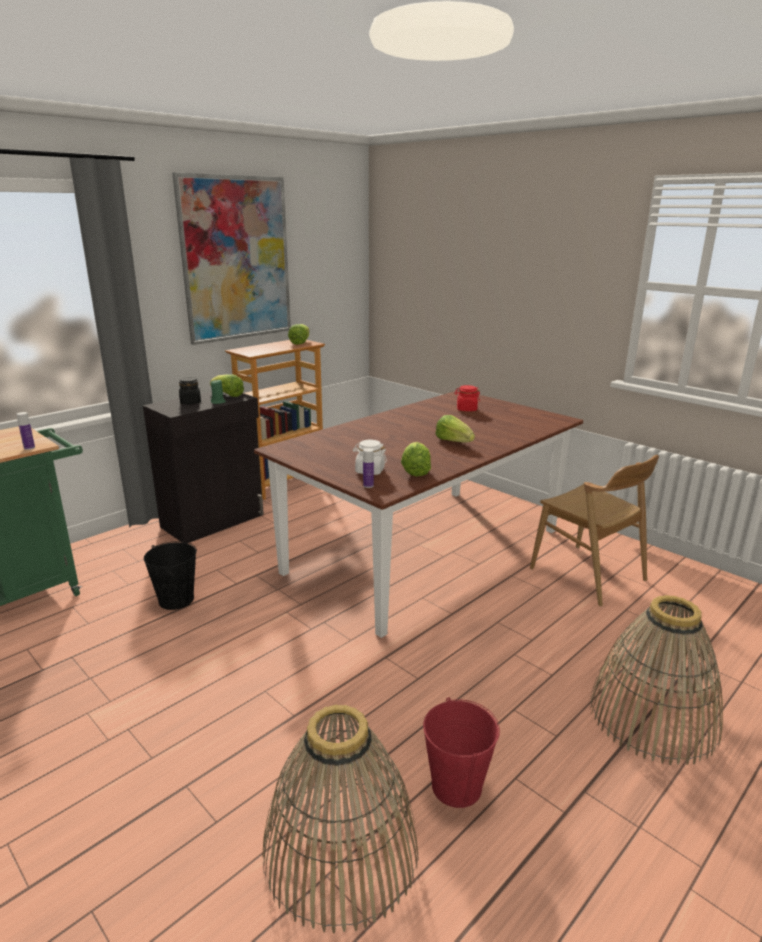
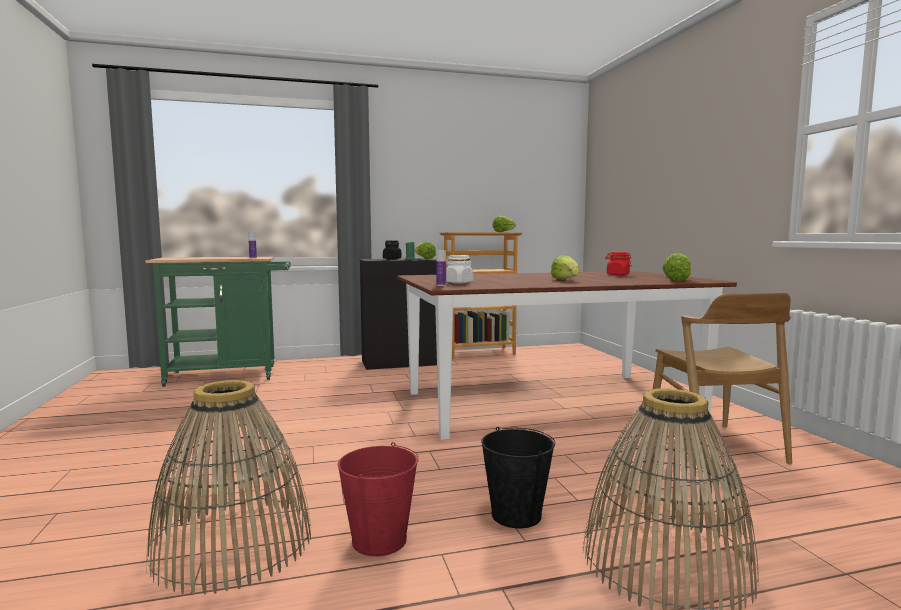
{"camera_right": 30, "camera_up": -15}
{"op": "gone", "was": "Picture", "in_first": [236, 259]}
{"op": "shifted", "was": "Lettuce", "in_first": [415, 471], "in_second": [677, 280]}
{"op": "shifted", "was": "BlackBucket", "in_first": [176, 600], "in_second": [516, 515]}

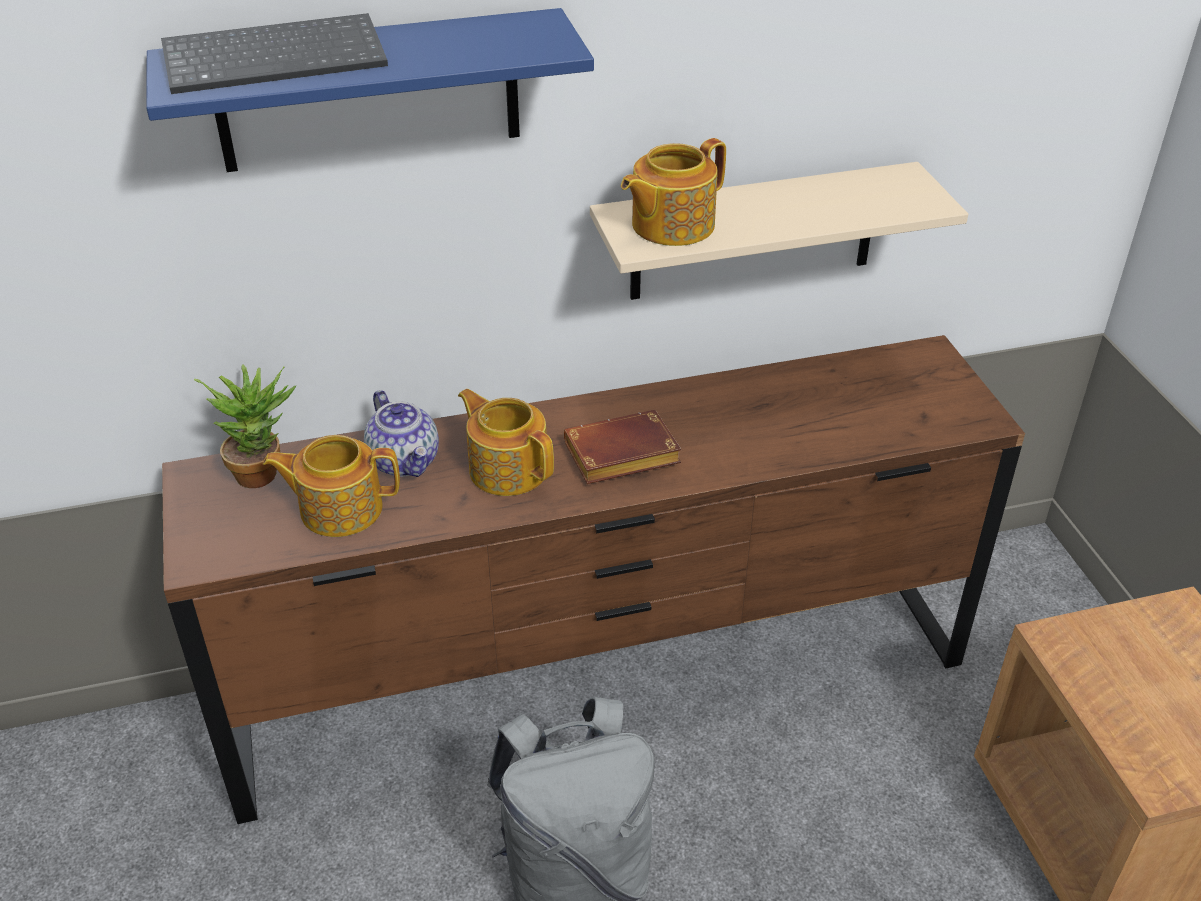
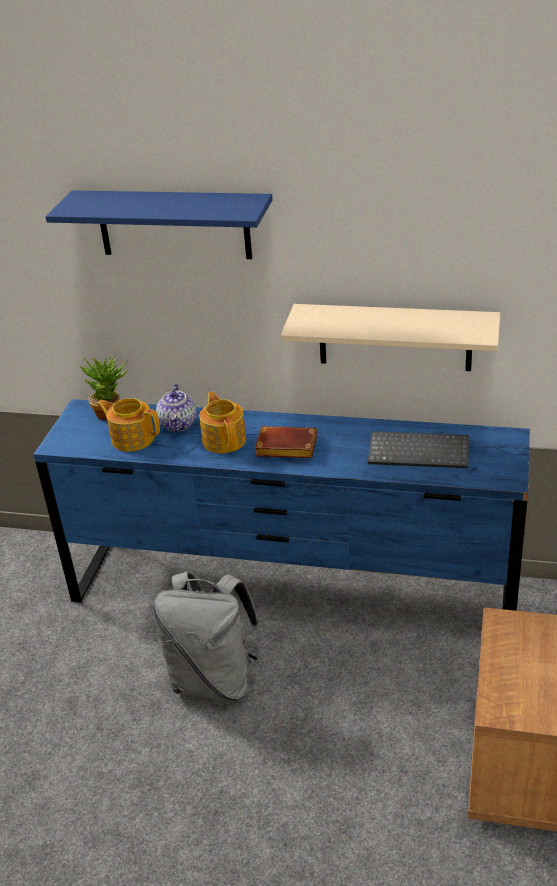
{"camera_right": 30, "camera_up": -5}
{"op": "shifted", "was": "Keyboard", "in_first": [277, 58], "in_second": [420, 451]}
{"op": "gone", "was": "Teapot", "in_first": [670, 225]}
{"op": "repainted", "was": "BrownDresser", "now": "BlueDresser", "in_first": [600, 681], "in_second": [290, 592]}

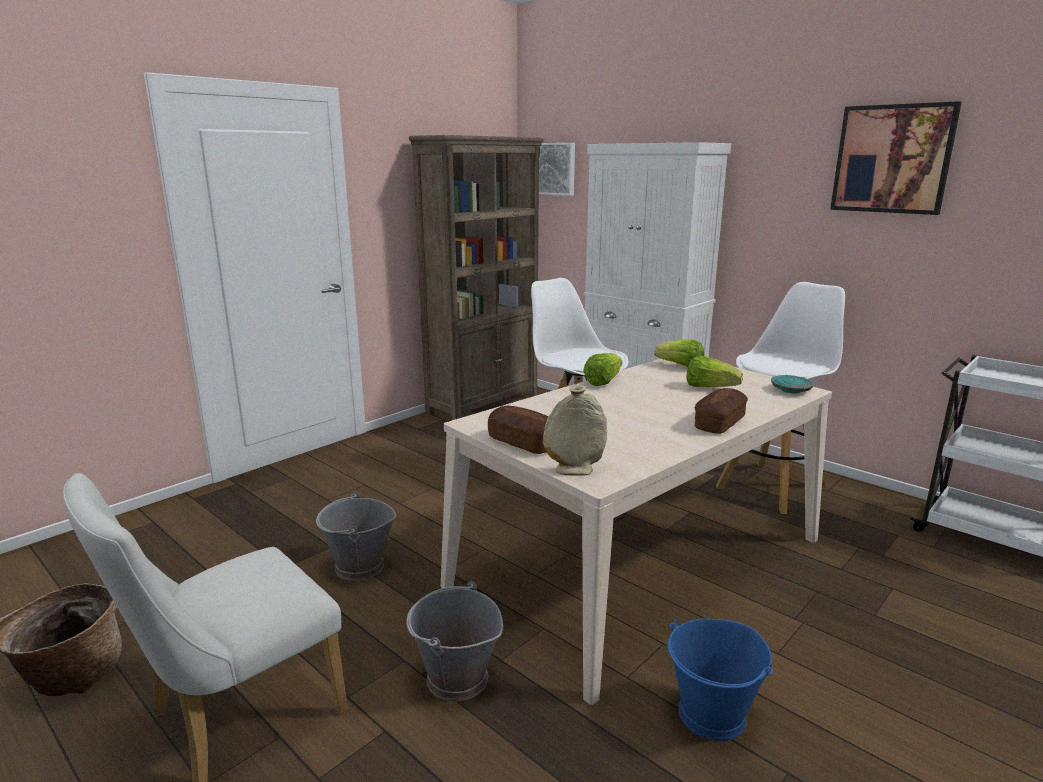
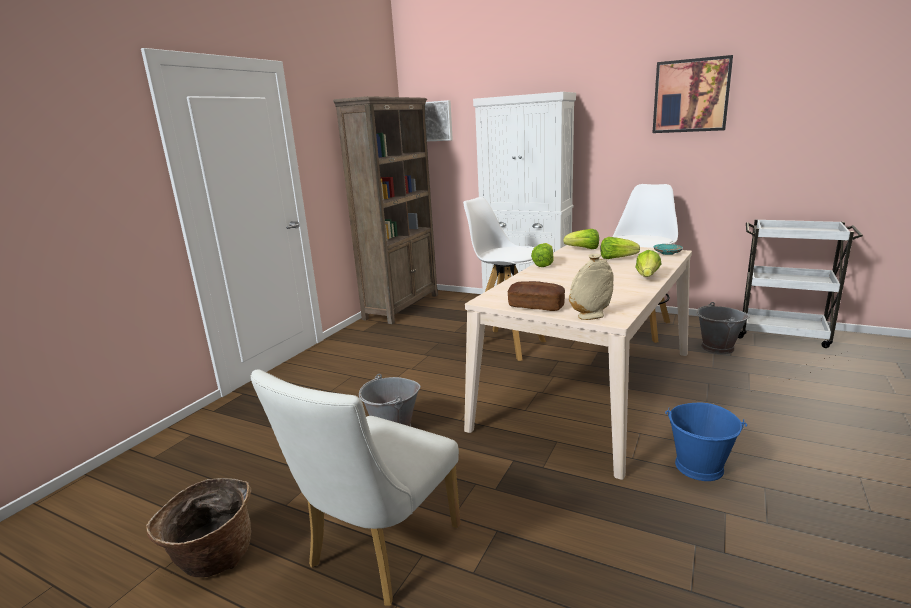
{"camera_right": -15, "camera_up": 0}
{"op": "swapped", "was": "Bread", "now": "Lettuce", "in_first": [719, 423], "in_second": [647, 276]}
{"op": "shifted", "was": "GreyBucket", "in_first": [456, 679], "in_second": [717, 348]}

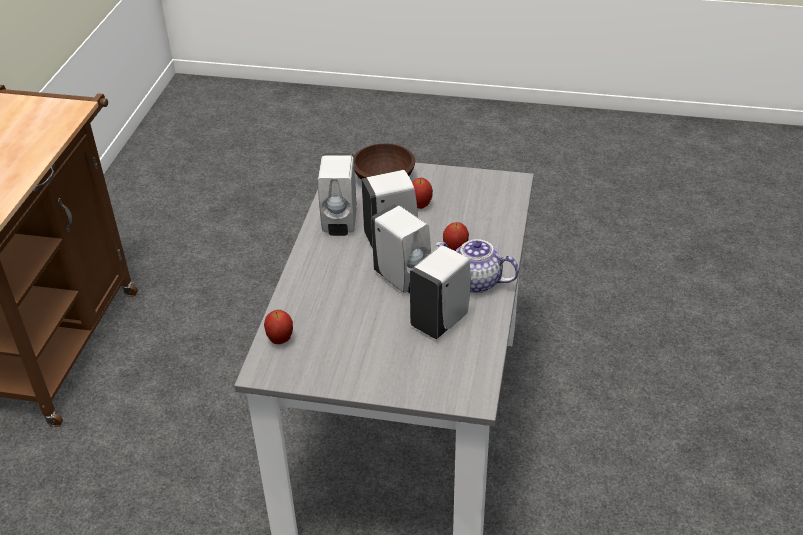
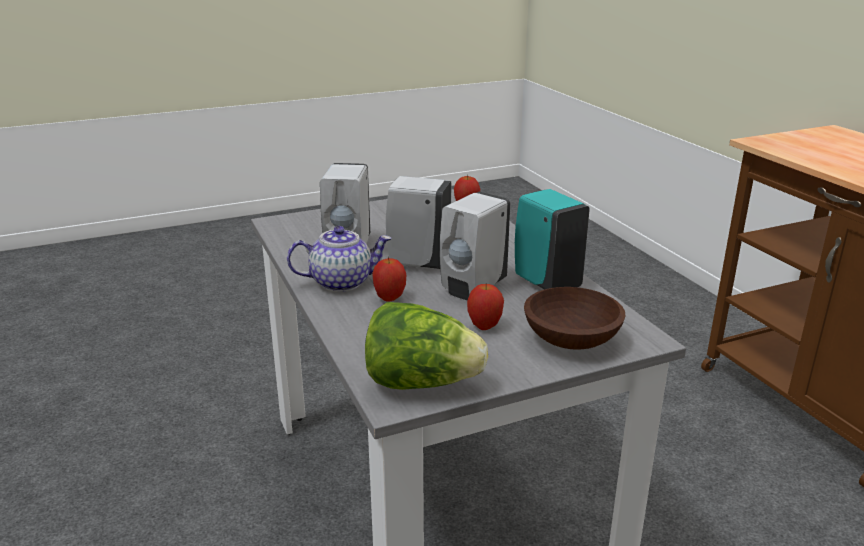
{"camera_right": 145, "camera_up": -15}
{"op": "repainted", "was": "WhiteSoapDispenser", "now": "TurquoiseSoapDispenser", "in_first": [339, 224], "in_second": [545, 282]}
{"op": "new", "now": "Lettuce", "in_second": [421, 383]}

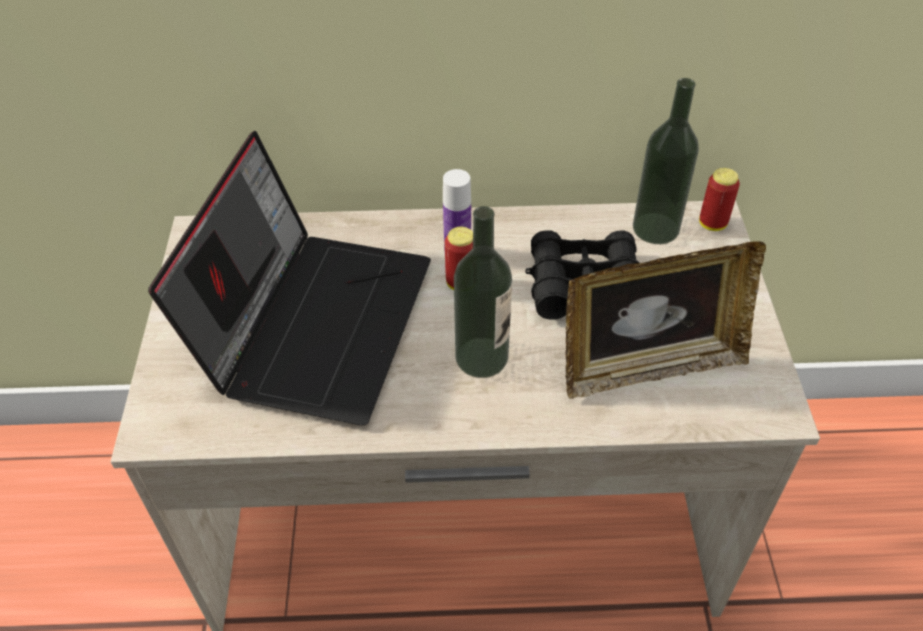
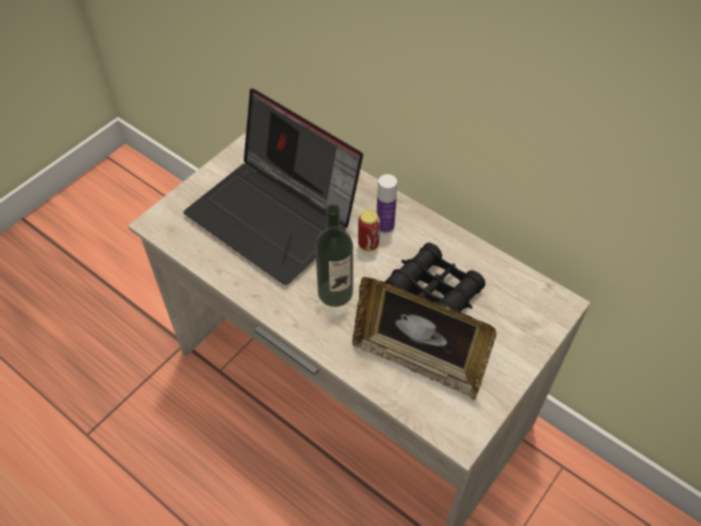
{"camera_right": 40, "camera_up": 5}
{"op": "gone", "was": "Bottle", "in_first": [655, 228]}
{"op": "rotated", "was": "Laptop", "in_first": [315, 321], "in_second": [276, 216], "clockwise": 75}
{"op": "gone", "was": "Can", "in_first": [712, 224]}

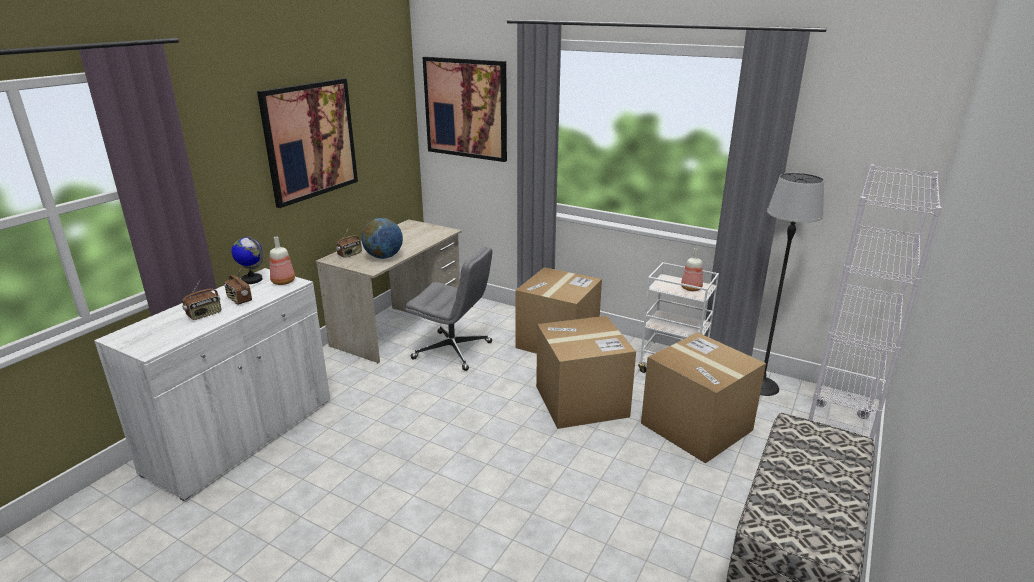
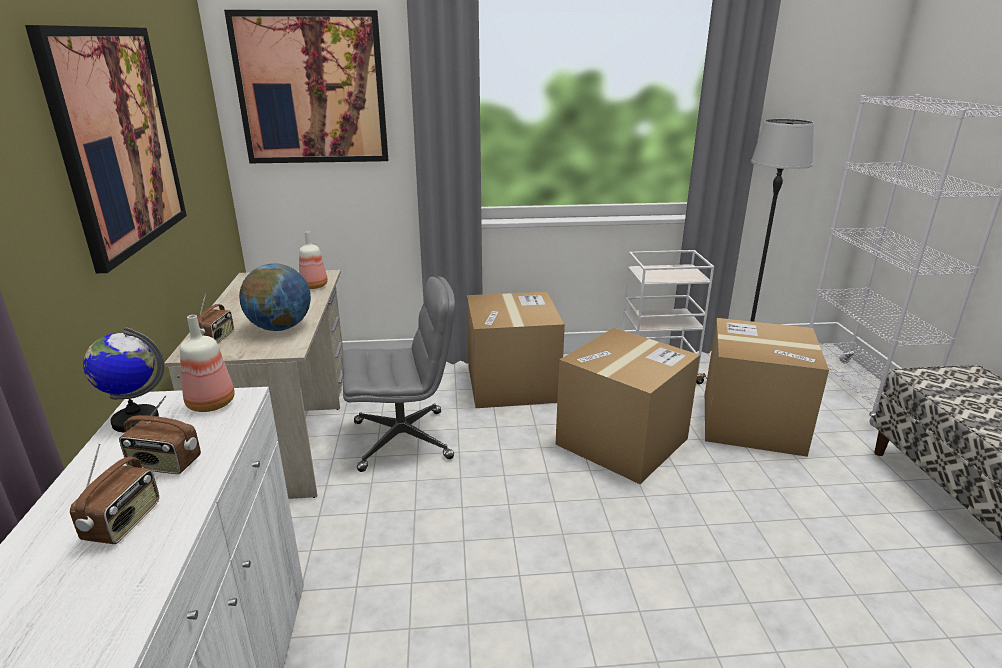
{"camera_right": -35, "camera_up": 0}
{"op": "shifted", "was": "Bottle", "in_first": [690, 288], "in_second": [313, 286]}

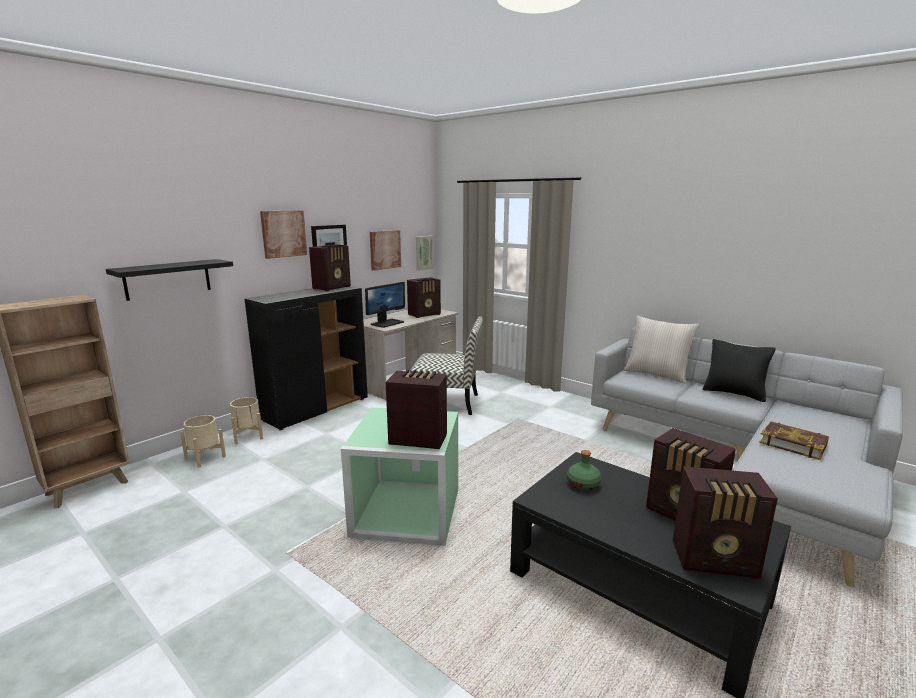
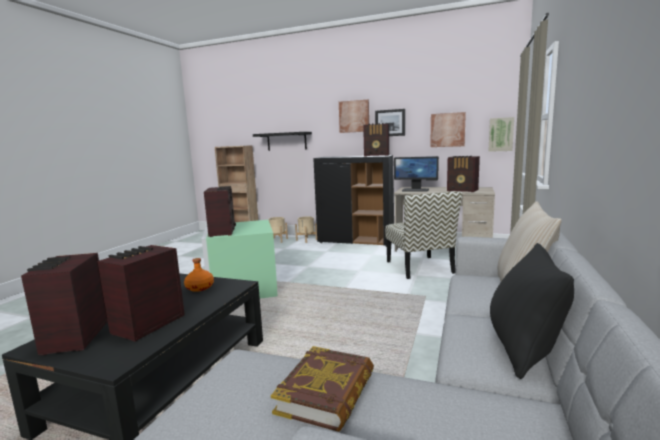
{"camera_right": 70, "camera_up": -5}
{"op": "repainted", "was": "GreenBottle", "now": "OrangeBottle", "in_first": [583, 484], "in_second": [200, 288]}

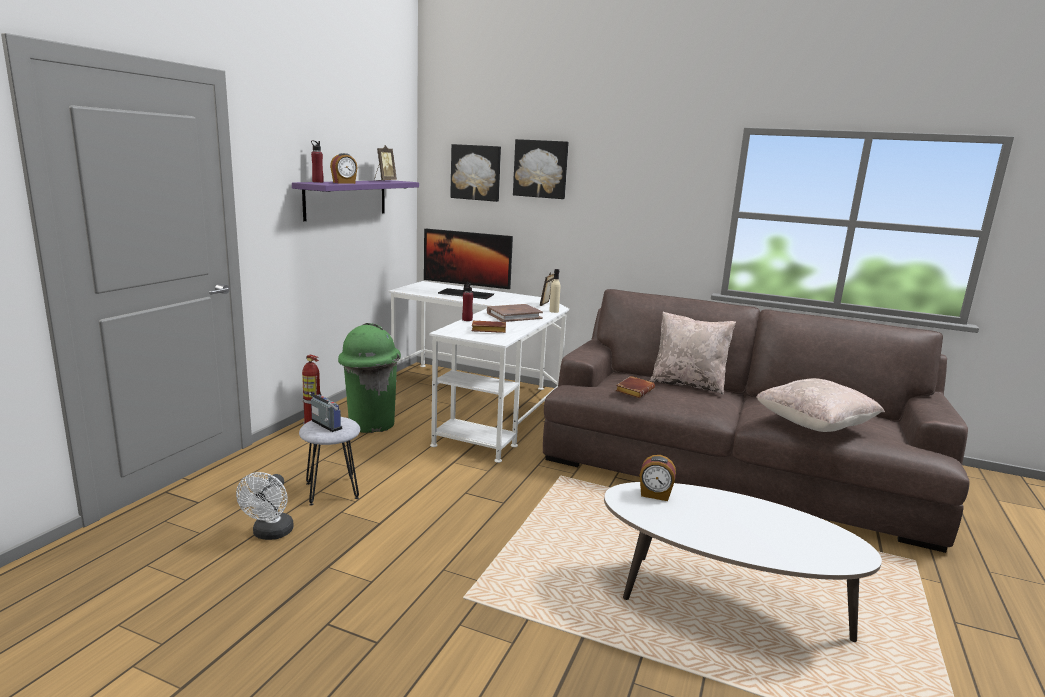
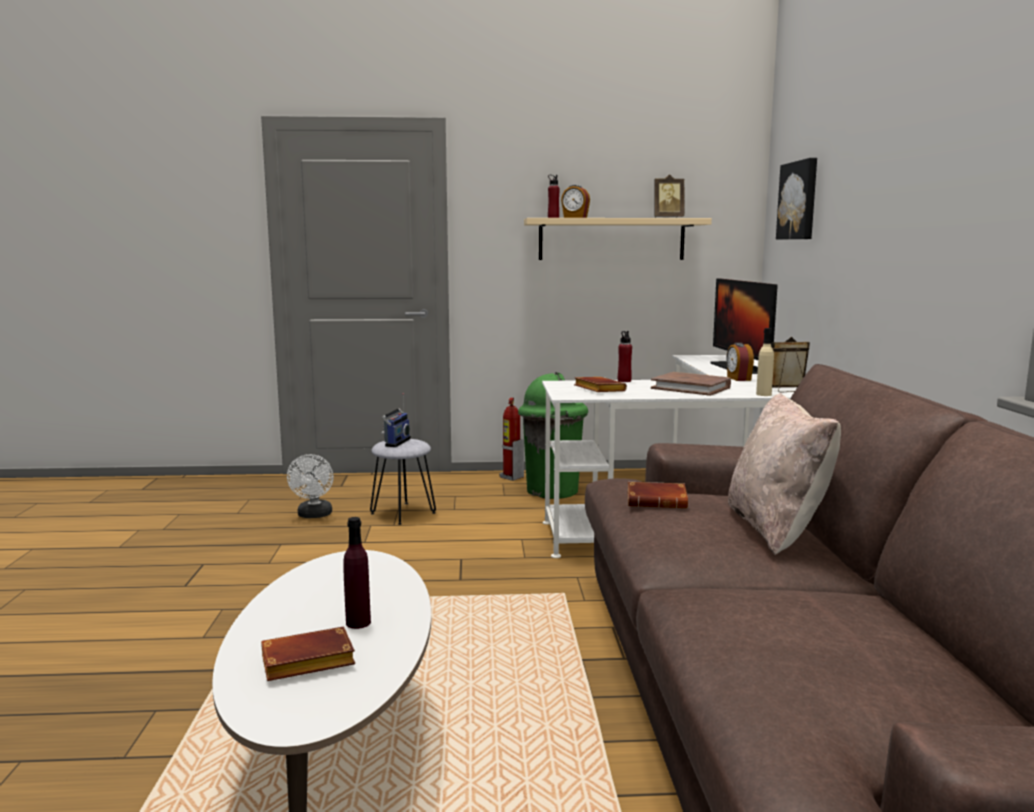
{"camera_right": 65, "camera_up": -5}
{"op": "gone", "was": "Picture", "in_first": [541, 169]}
{"op": "repainted", "was": "PurpleShelf", "now": "BeigeShelf", "in_first": [346, 199], "in_second": [611, 239]}
{"op": "gone", "was": "BeigePillow", "in_first": [814, 426]}
{"op": "shifted", "was": "AlarmClock", "in_first": [655, 495], "in_second": [738, 379]}
{"op": "rotated", "was": "WhiteFan", "in_first": [270, 534], "in_second": [314, 515], "clockwise": -75}
{"op": "new", "now": "PurpleBottle", "in_second": [358, 622]}
{"op": "new", "now": "BrownBook", "in_second": [305, 663]}

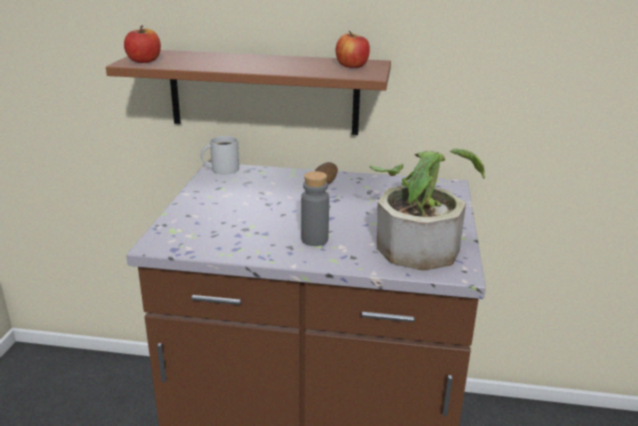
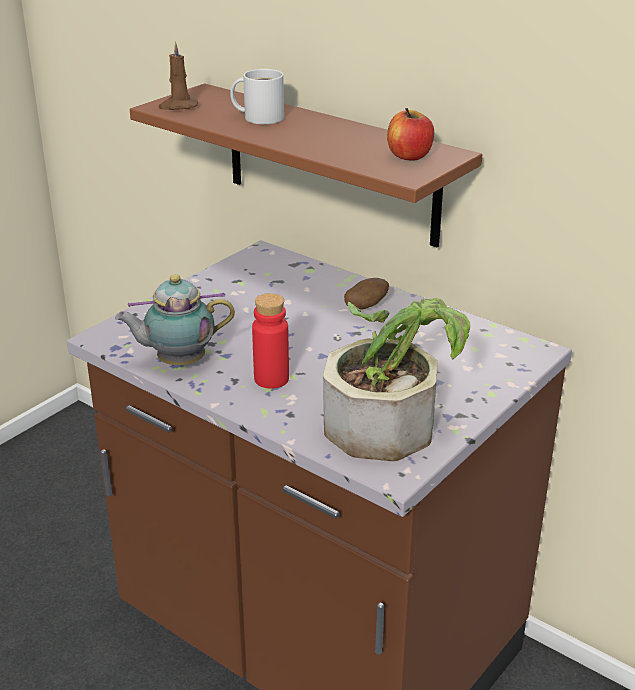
{"camera_right": 30, "camera_up": 5}
{"op": "swapped", "was": "Apple", "now": "BrownCandle", "in_first": [144, 61], "in_second": [178, 106]}
{"op": "shifted", "was": "WhiteMug", "in_first": [222, 169], "in_second": [260, 117]}
{"op": "repainted", "was": "GreyBottle", "now": "RedBottle", "in_first": [314, 239], "in_second": [271, 379]}
{"op": "new", "now": "Teapot", "in_second": [178, 362]}

